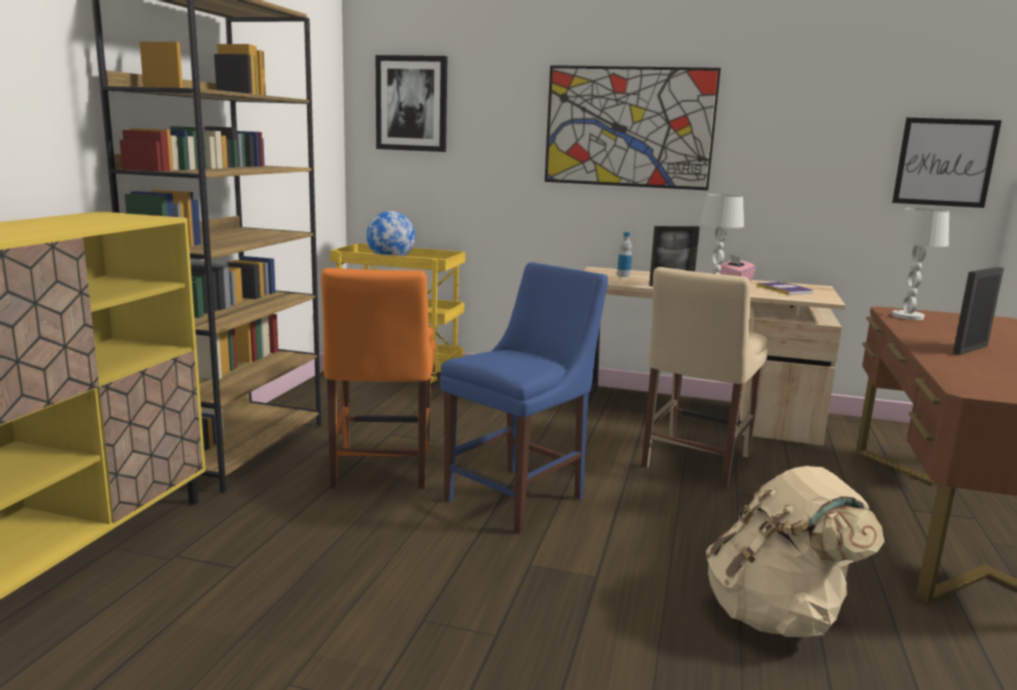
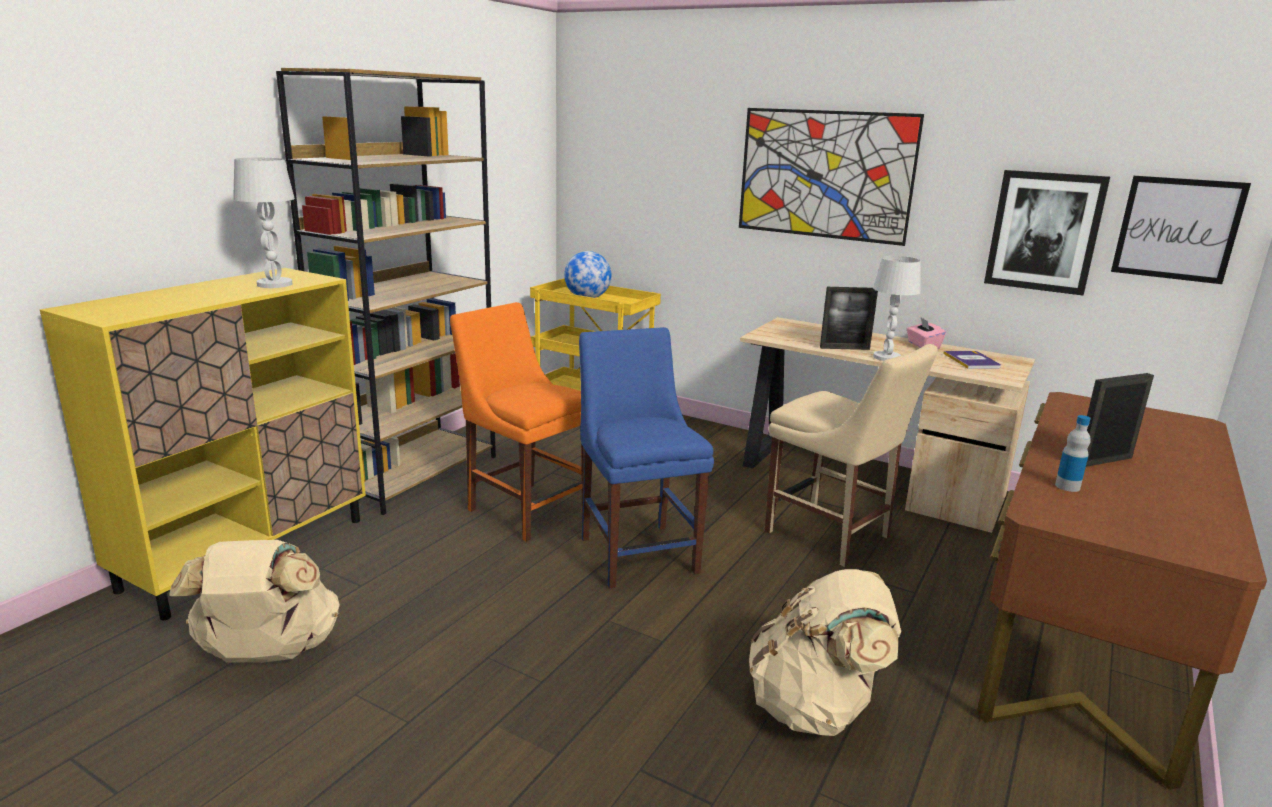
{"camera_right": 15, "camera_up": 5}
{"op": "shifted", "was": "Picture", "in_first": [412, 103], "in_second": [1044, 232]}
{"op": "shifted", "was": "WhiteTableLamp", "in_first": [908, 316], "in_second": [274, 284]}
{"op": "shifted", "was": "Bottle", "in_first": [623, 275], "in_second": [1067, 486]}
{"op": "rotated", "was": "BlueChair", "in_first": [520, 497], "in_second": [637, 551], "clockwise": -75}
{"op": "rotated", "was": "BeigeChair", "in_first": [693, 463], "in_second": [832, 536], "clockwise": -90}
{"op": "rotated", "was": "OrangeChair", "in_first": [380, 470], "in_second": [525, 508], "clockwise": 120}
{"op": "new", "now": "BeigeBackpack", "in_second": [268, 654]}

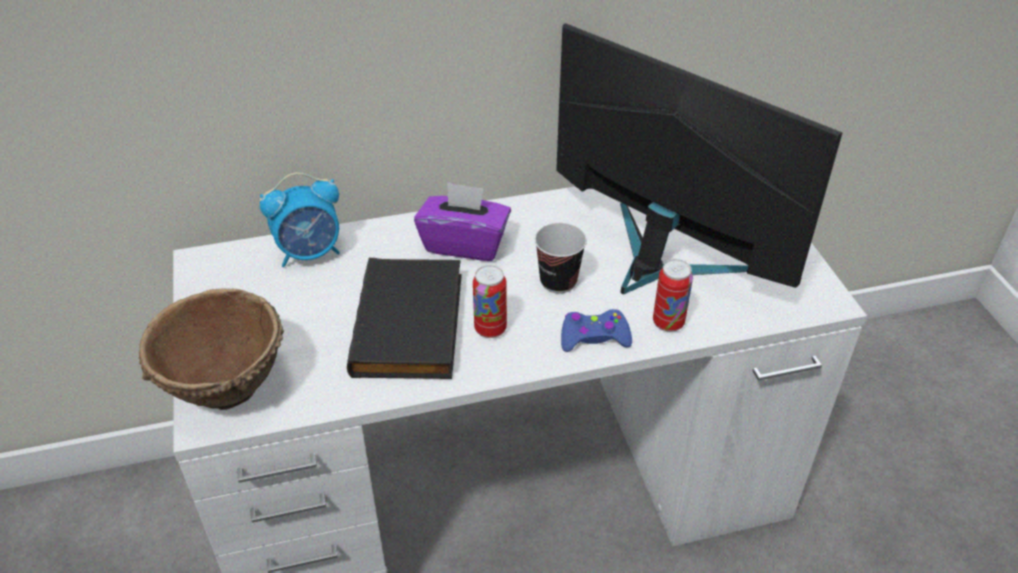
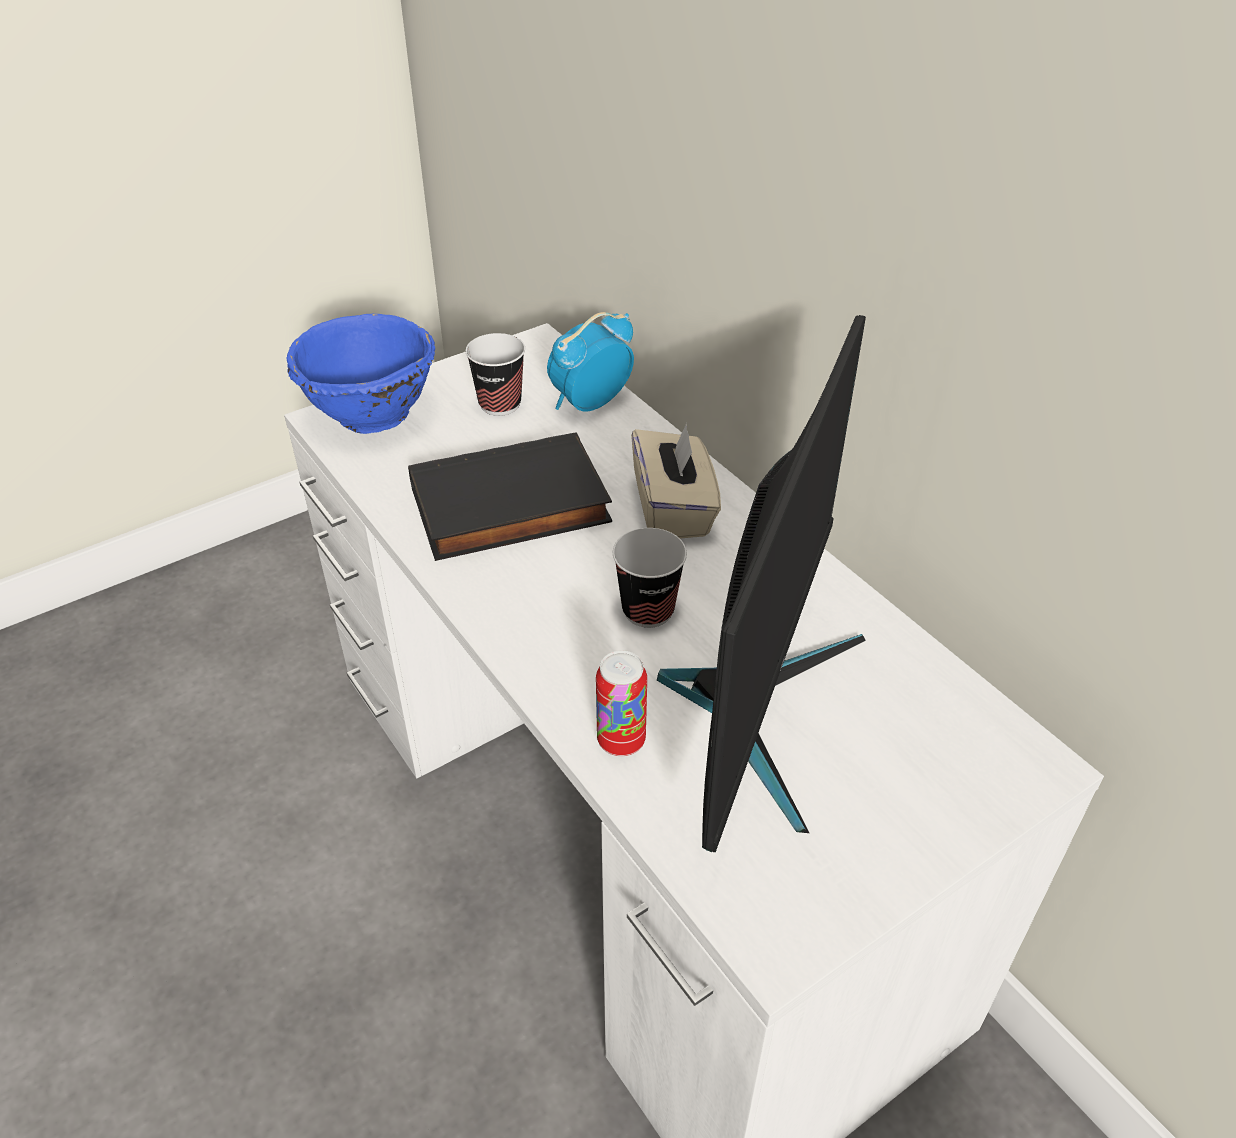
{"camera_right": 70, "camera_up": 0}
{"op": "rotated", "was": "AlarmClock", "in_first": [310, 253], "in_second": [589, 403], "clockwise": 90}
{"op": "repainted", "was": "PurpleTissueBox", "now": "BeigeTissueBox", "in_first": [464, 244], "in_second": [673, 510]}
{"op": "gone", "was": "Can", "in_first": [490, 329]}
{"op": "repainted", "was": "BrownBowl", "now": "BlueBowl", "in_first": [225, 387], "in_second": [371, 415]}
{"op": "gone", "was": "BlueGameController", "in_first": [594, 337]}
{"op": "new", "now": "Cup", "in_second": [500, 404]}

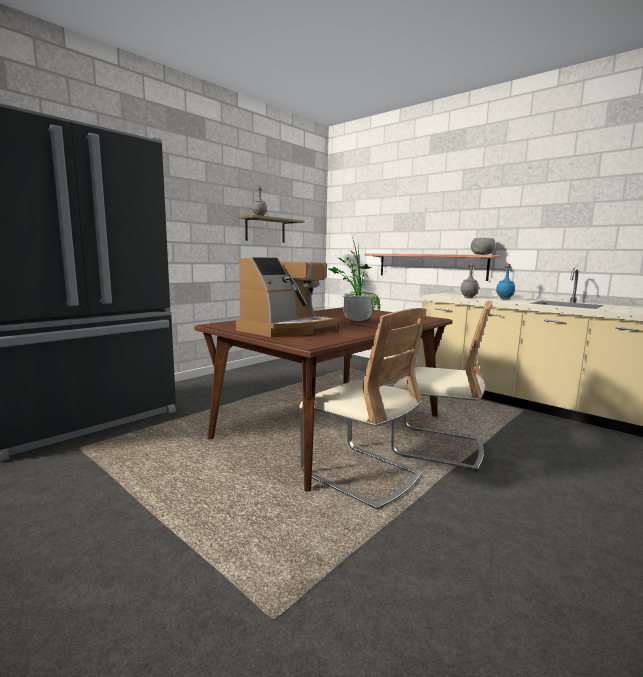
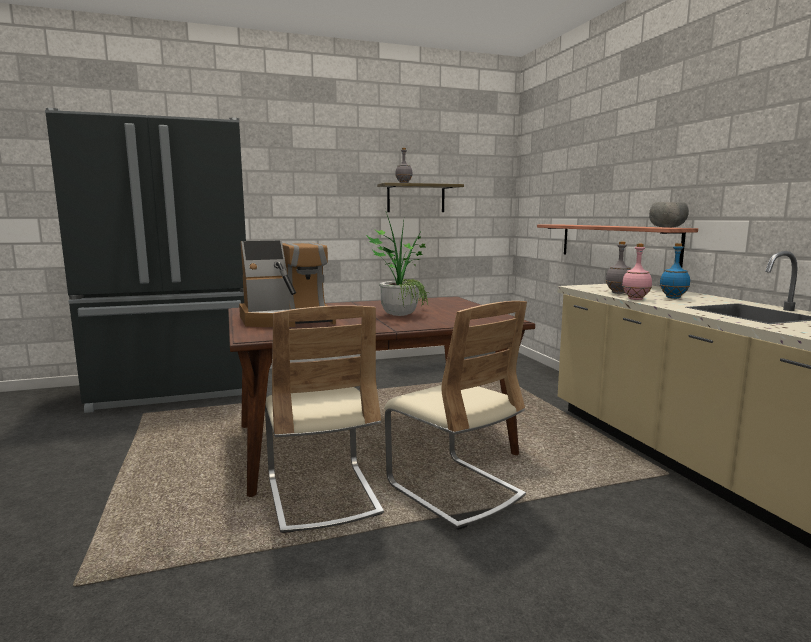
{"camera_right": 30, "camera_up": 0}
{"op": "new", "now": "PinkBottle", "in_second": [635, 299]}

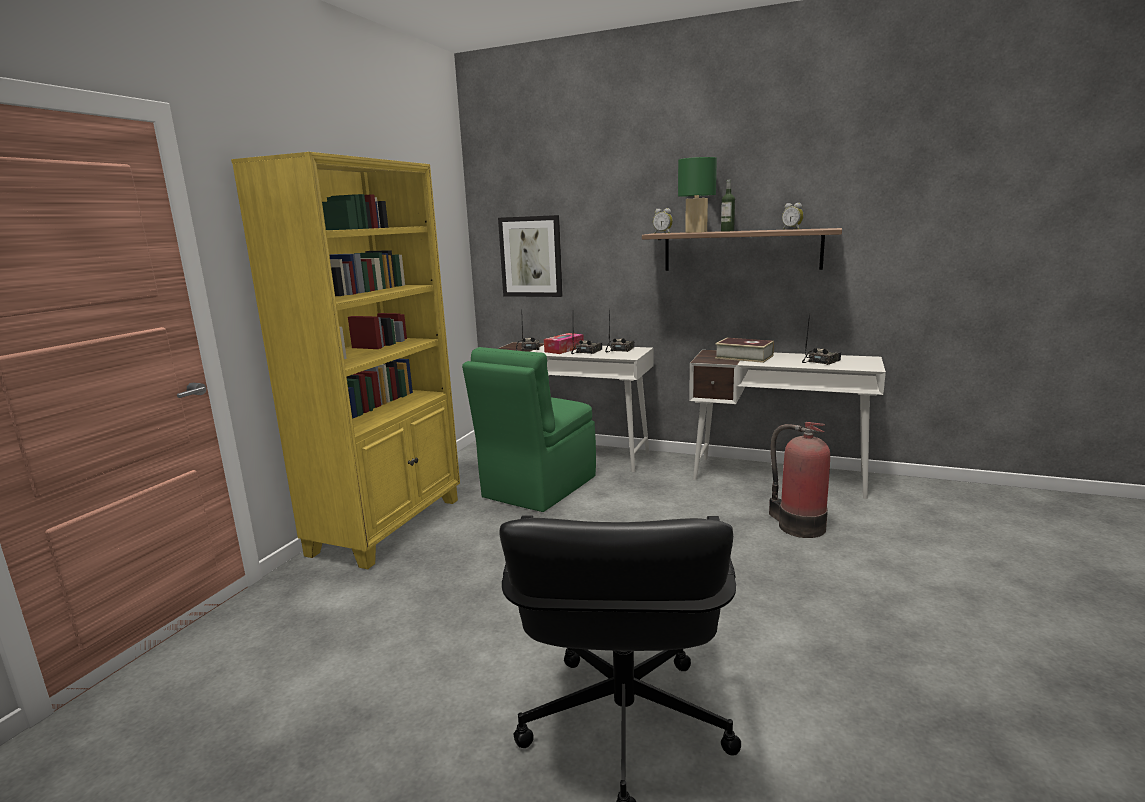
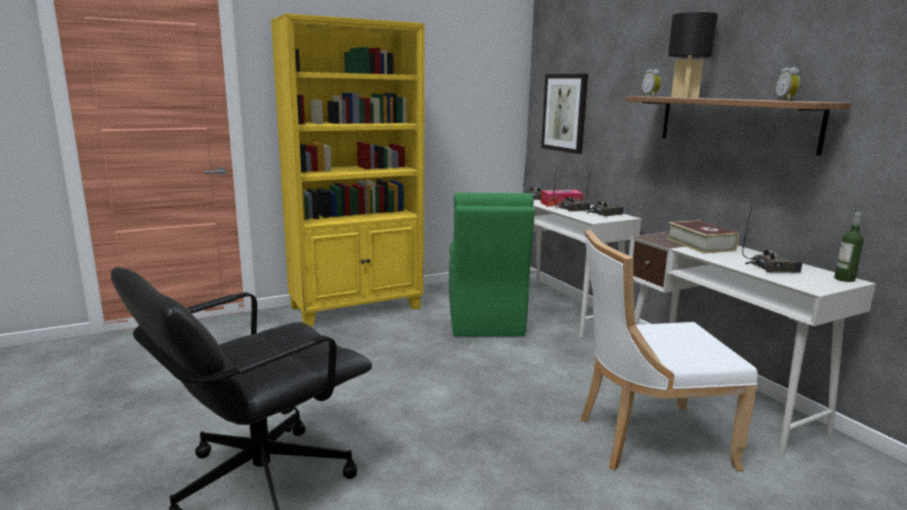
{"camera_right": 40, "camera_up": 0}
{"op": "repainted", "was": "GreenTableLamp", "now": "BlackTableLamp", "in_first": [695, 232], "in_second": [684, 97]}
{"op": "shifted", "was": "Bottle", "in_first": [727, 231], "in_second": [844, 279]}
{"op": "rotated", "was": "GreenChair", "in_first": [537, 488], "in_second": [485, 320], "clockwise": -75}
{"op": "swapped", "was": "FireExtinguisher", "now": "WhiteChair", "in_first": [798, 525], "in_second": [647, 439]}

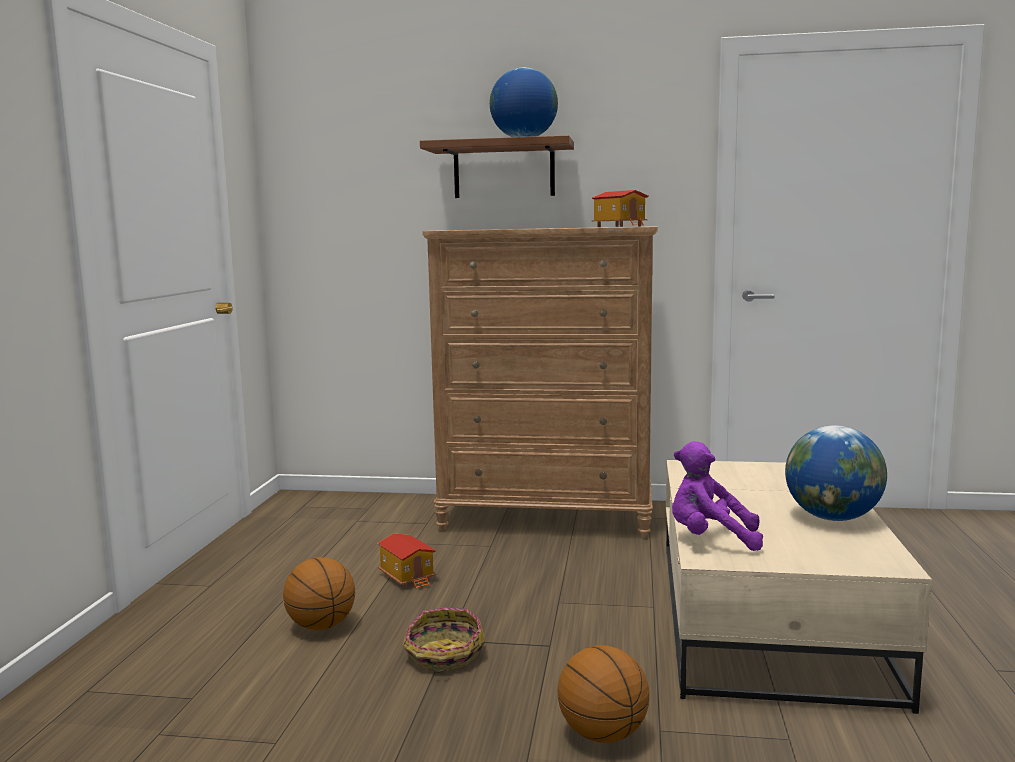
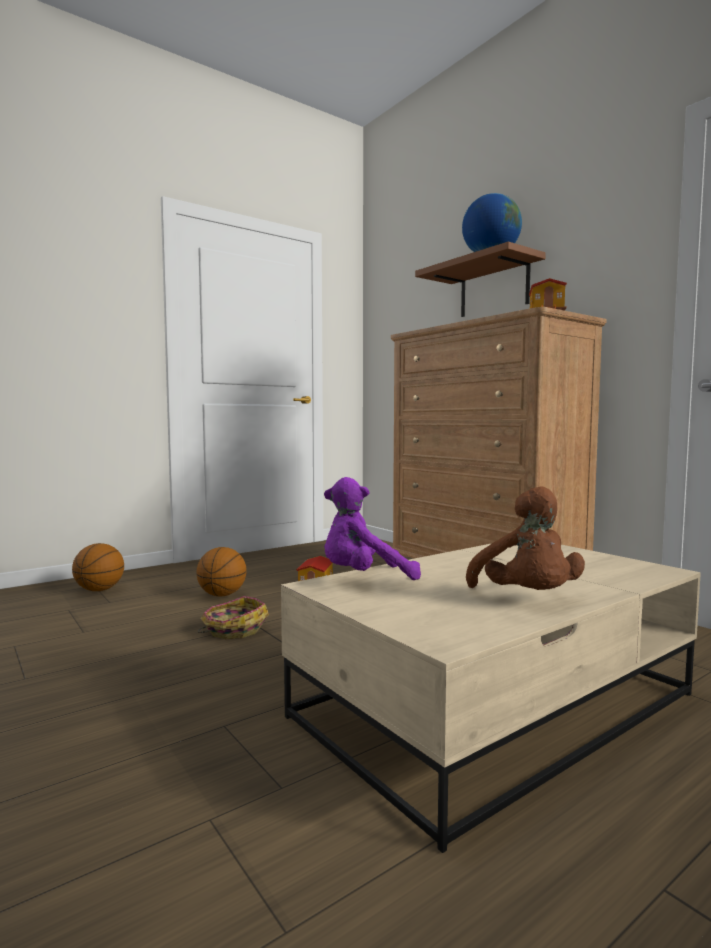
{"camera_right": 45, "camera_up": -5}
{"op": "swapped", "was": "Globe", "now": "BrownPlushToy", "in_first": [832, 518], "in_second": [527, 598]}
{"op": "rotated", "was": "PurplePlushToy", "in_first": [710, 539], "in_second": [364, 578], "clockwise": -75}
{"op": "shifted", "was": "Basketball", "in_first": [603, 734], "in_second": [99, 590]}

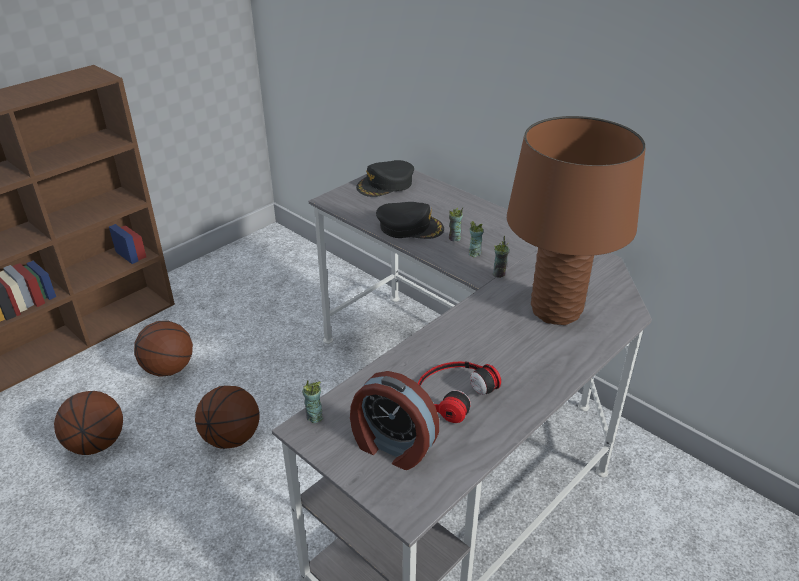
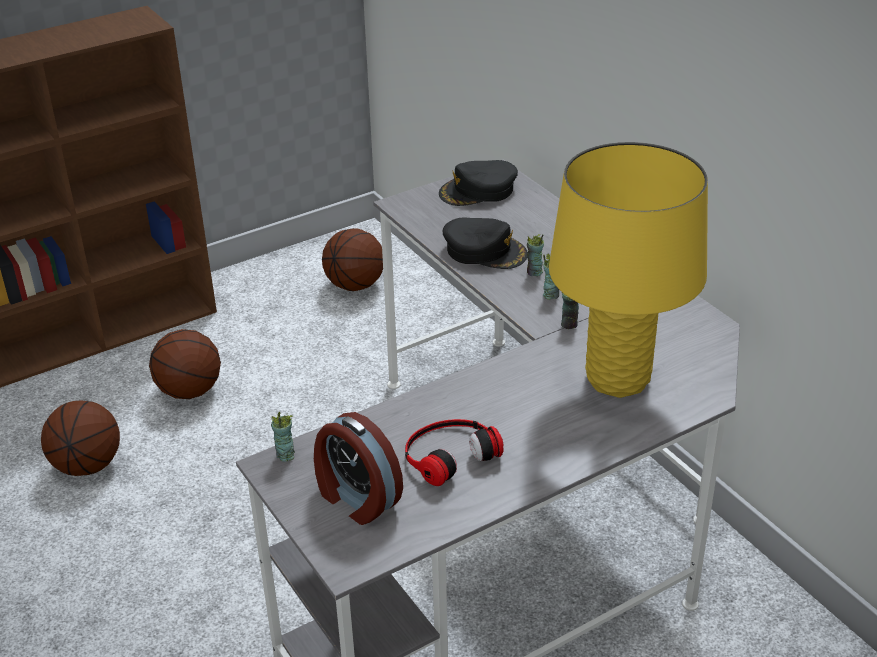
{"camera_right": 15, "camera_up": 0}
{"op": "repainted", "was": "BrownTableLamp", "now": "YellowTableLamp", "in_first": [556, 311], "in_second": [617, 379]}
{"op": "shifted", "was": "Basketball", "in_first": [232, 437], "in_second": [355, 285]}

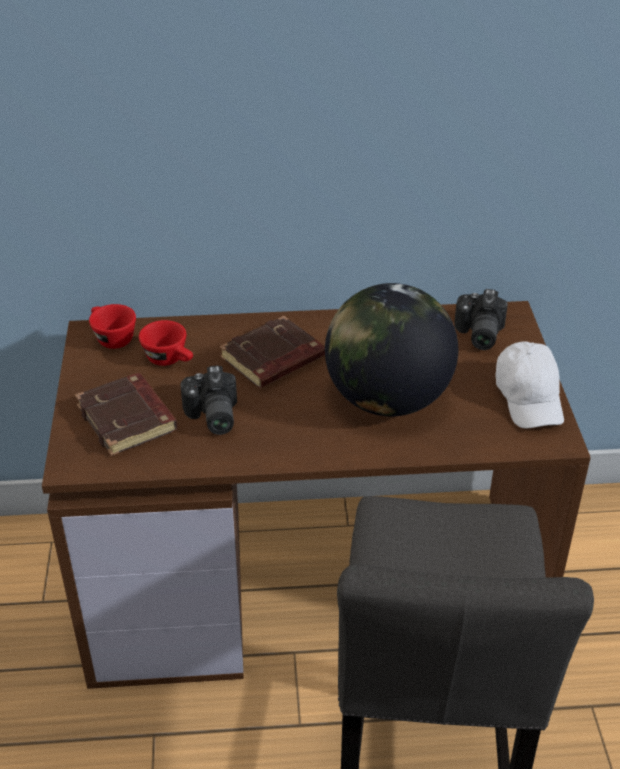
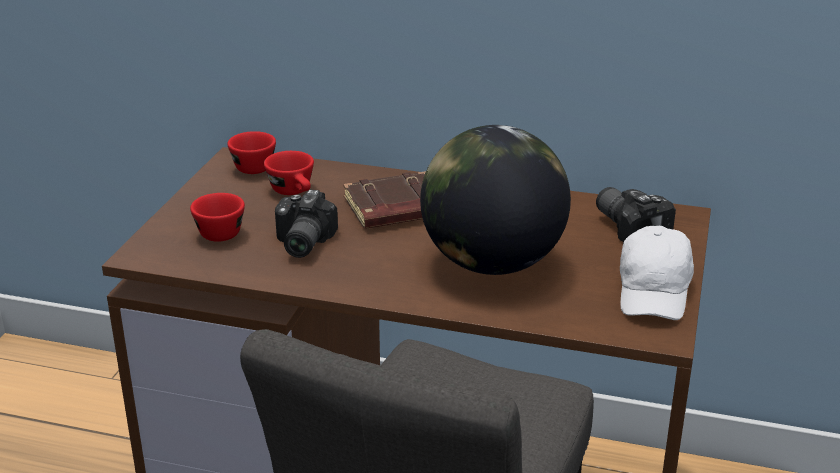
{"camera_right": 20, "camera_up": -10}
{"op": "rotated", "was": "PhotoCamera", "in_first": [477, 334], "in_second": [631, 226], "clockwise": 120}
{"op": "swapped", "was": "BrownBook", "now": "RedCup", "in_first": [129, 419], "in_second": [220, 230]}

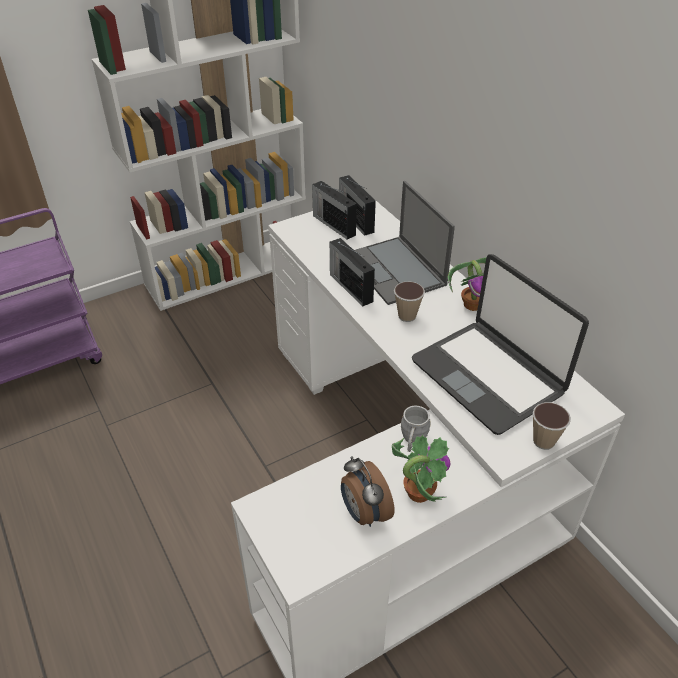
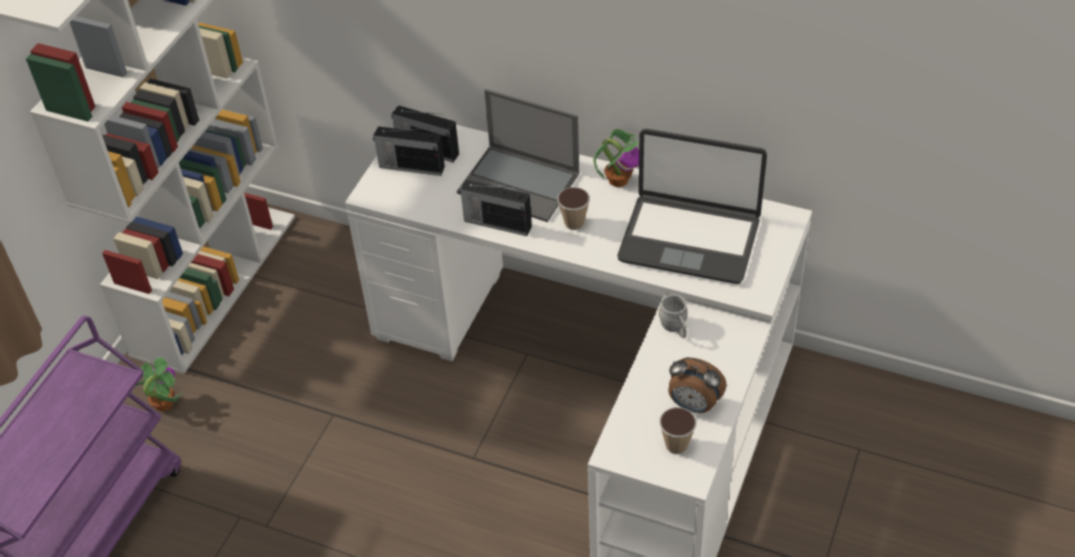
{"camera_right": -35, "camera_up": 5}
{"op": "shifted", "was": "Cup", "in_first": [543, 441], "in_second": [676, 445]}
{"op": "shifted", "was": "PottedPlant", "in_first": [418, 492], "in_second": [163, 404]}

